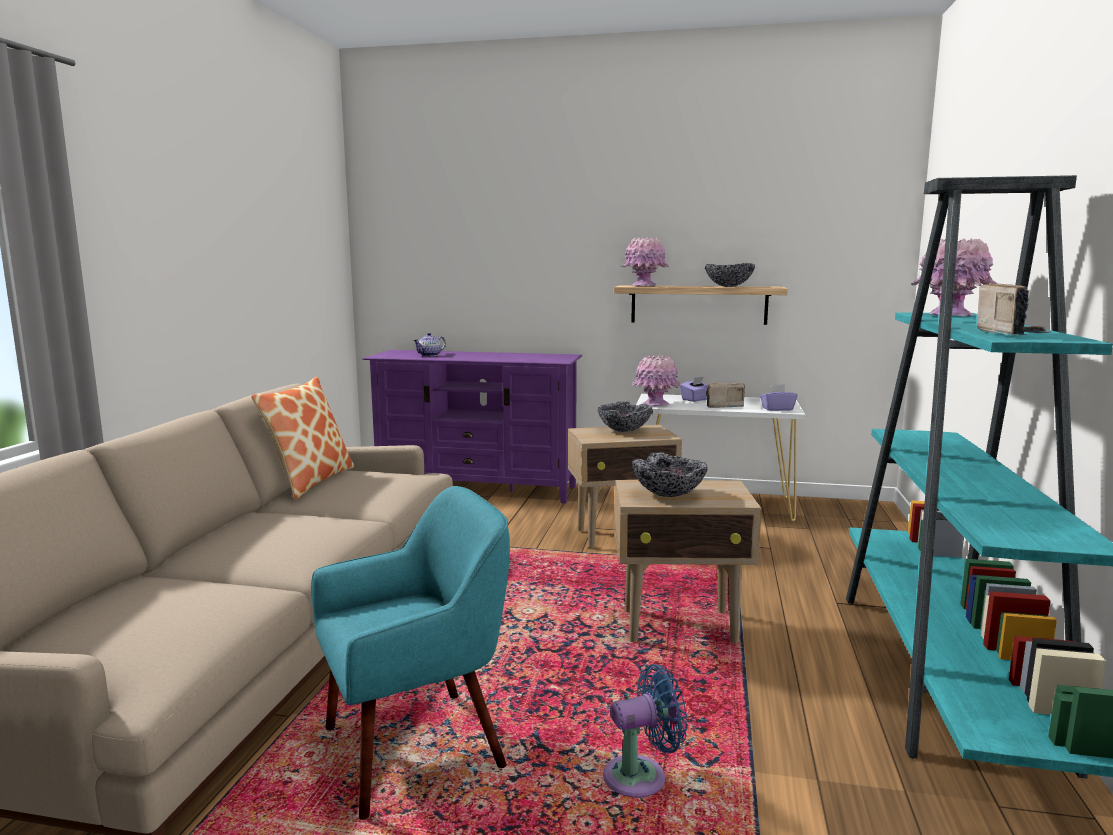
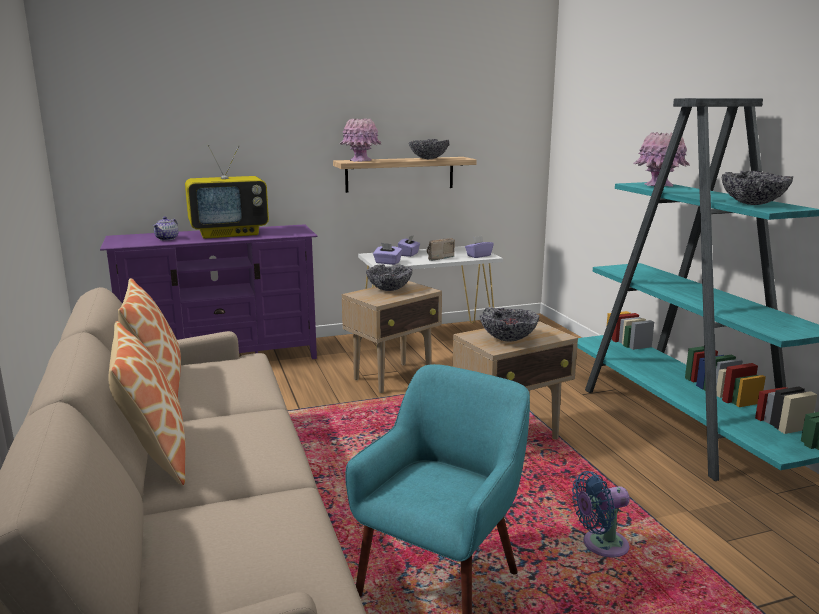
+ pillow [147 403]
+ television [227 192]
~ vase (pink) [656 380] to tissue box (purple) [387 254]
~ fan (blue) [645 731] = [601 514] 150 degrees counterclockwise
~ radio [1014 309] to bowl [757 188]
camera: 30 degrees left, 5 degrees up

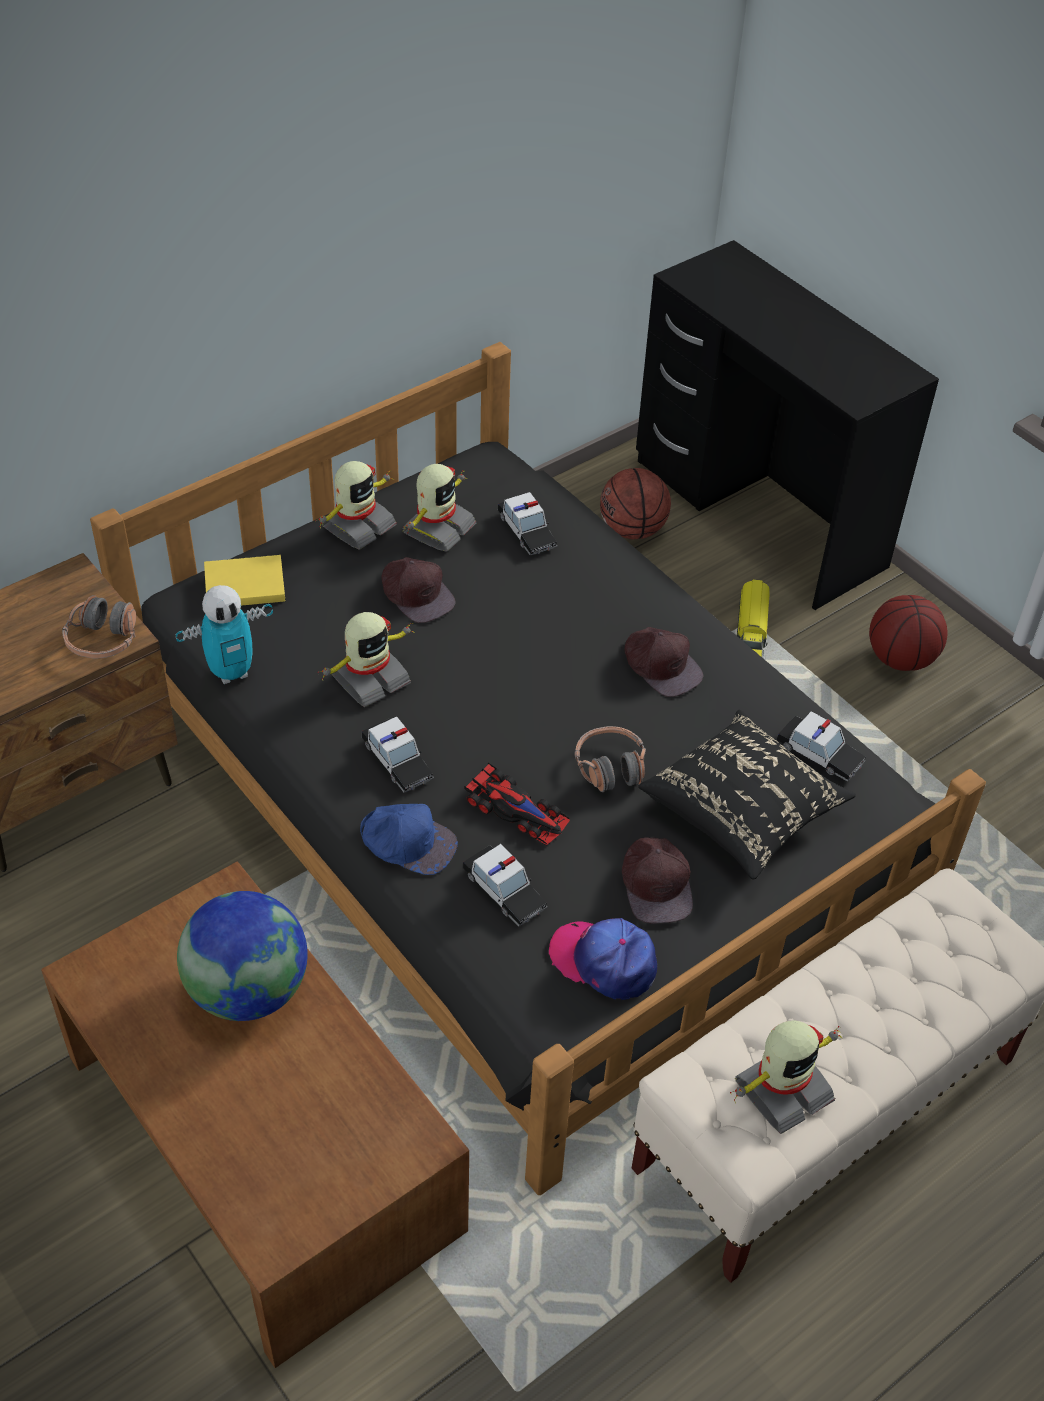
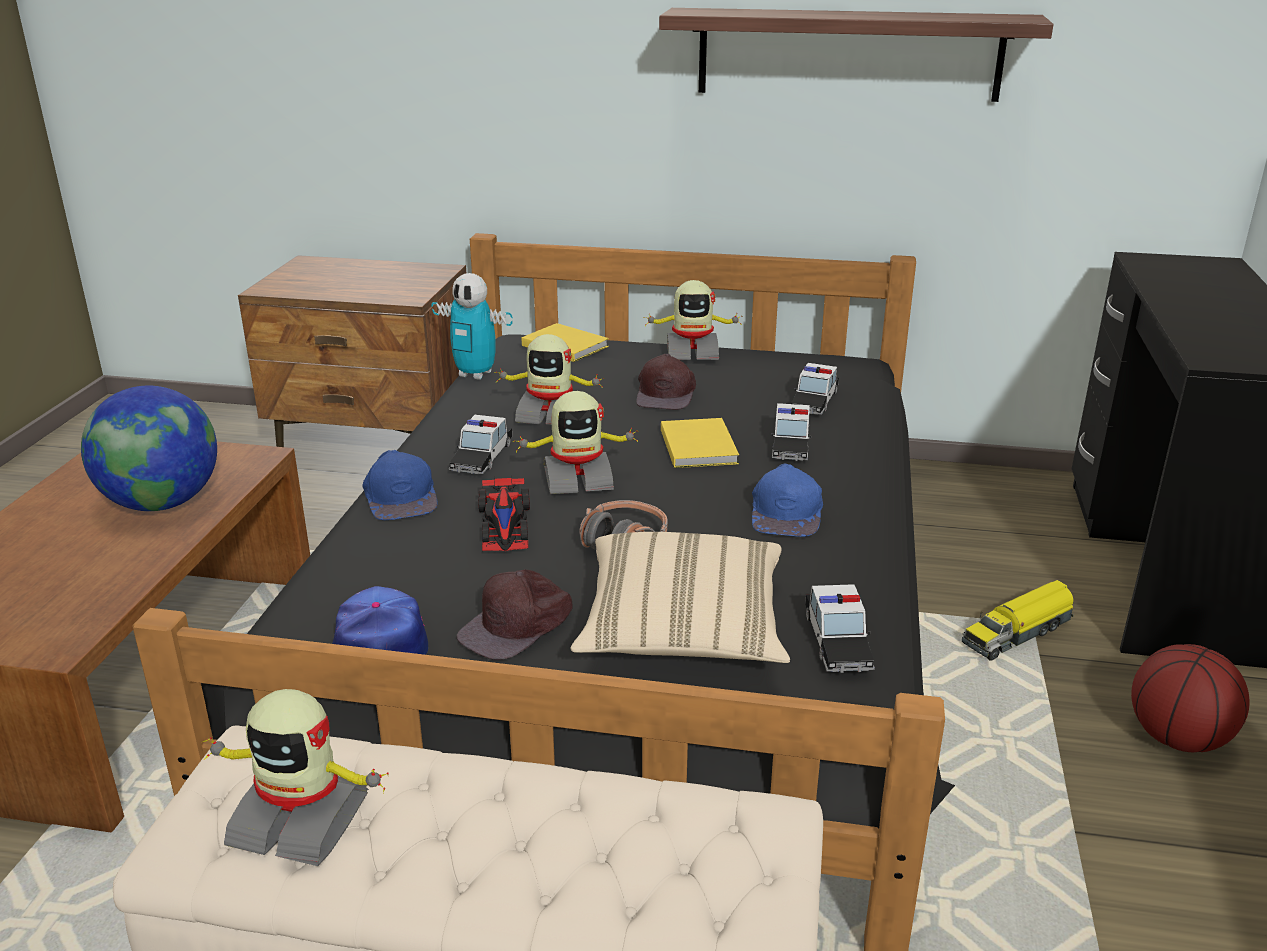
~ toy robot [439 508] to [576 442]
~ pillow (black) [747 795] to pillow (beige) [680 597]
+ shelf [856 55]
+ book (yellow) [700 443]
~ cap (brown) [664 662] to cap (blue) [787 500]
~ toy car [505 885] to [791 432]
- headphones [99 626]
- basketball [635 503]
camera: 50 degrees right, 20 degrees down

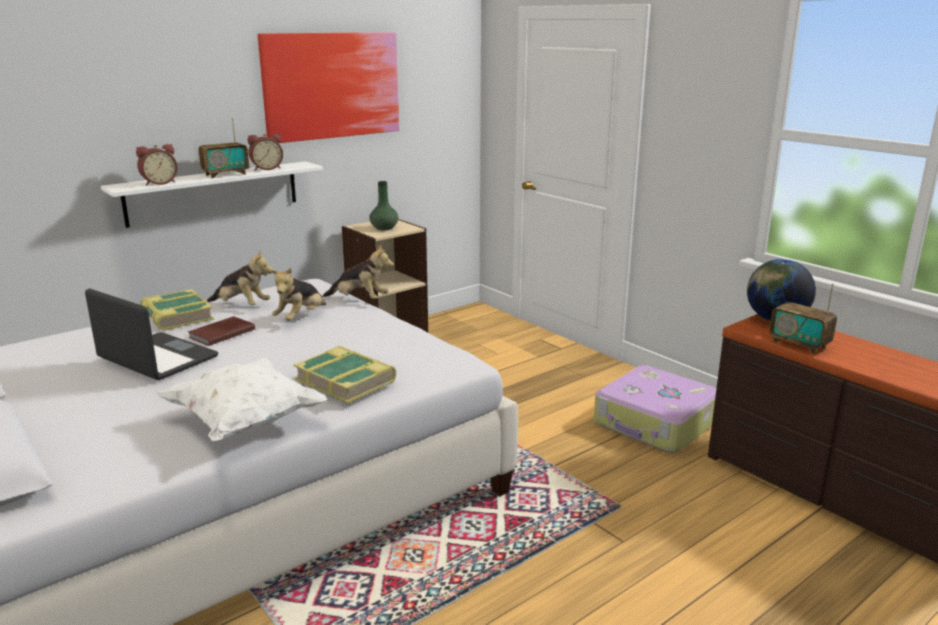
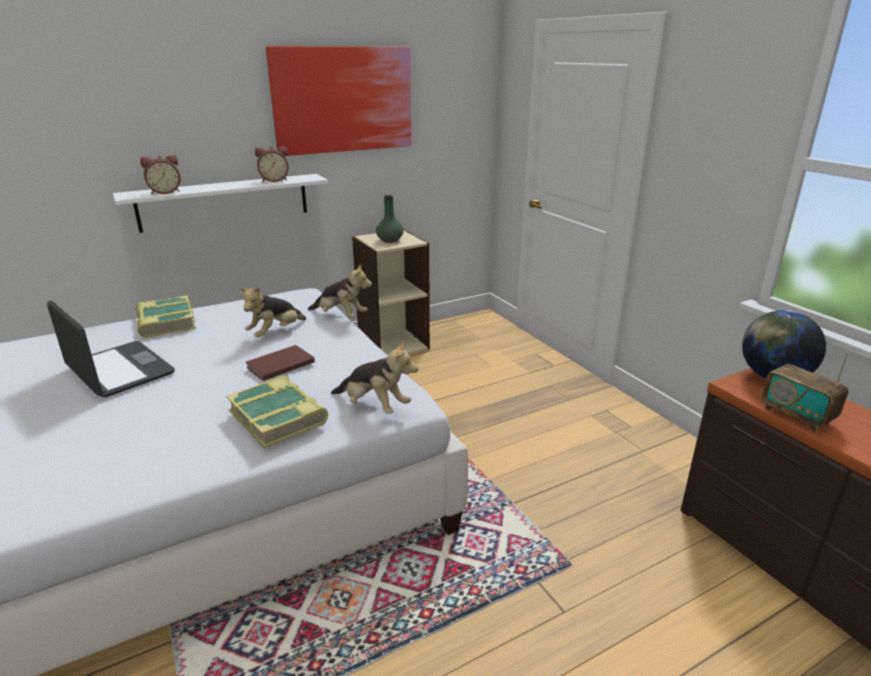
~ book (brown) [221 331] to [280 363]
~ plush toy [240 277] to [374 376]
- pillow (white) [241 399]
- radio [223 148]
- suitcase [655 409]
camera: 10 degrees right, 5 degrees up

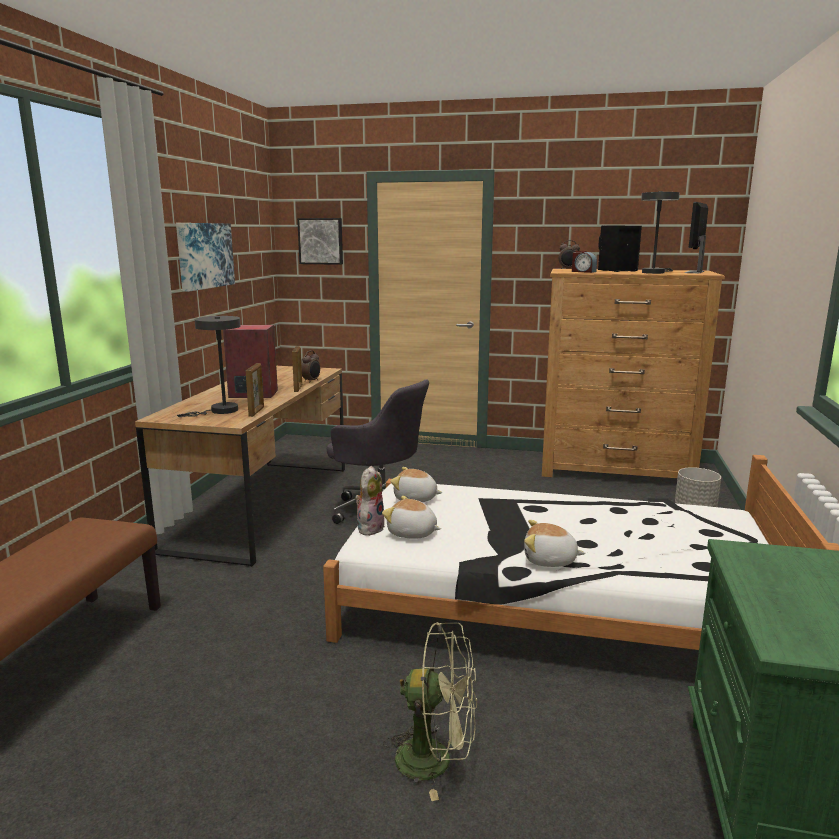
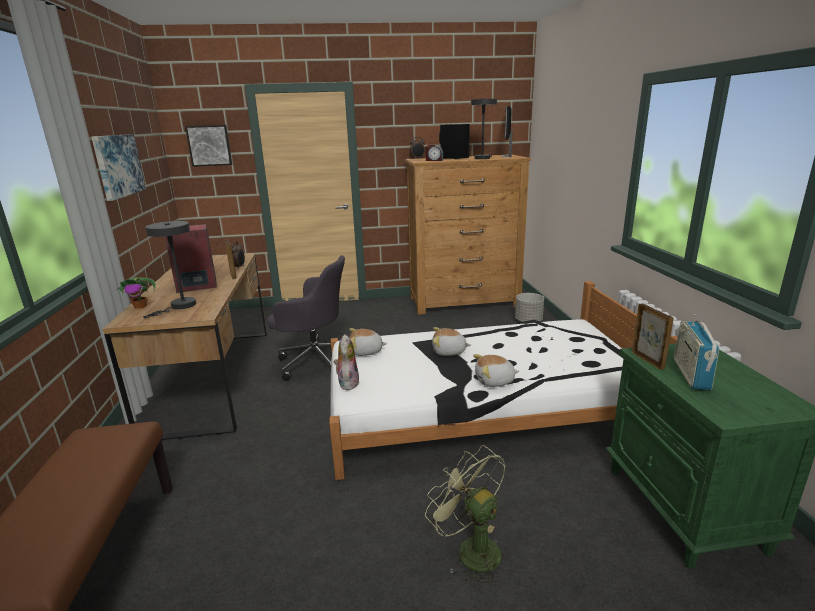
+ potted plant [136 293]
~ fan (green) [430 711] = [465 515] 120 degrees counterclockwise
~ plush toy [411 517] to [451 341]
~ picture frame [255 390] to [653 336]
+ radio [697 352]
camera: 20 degrees left, 5 degrees up

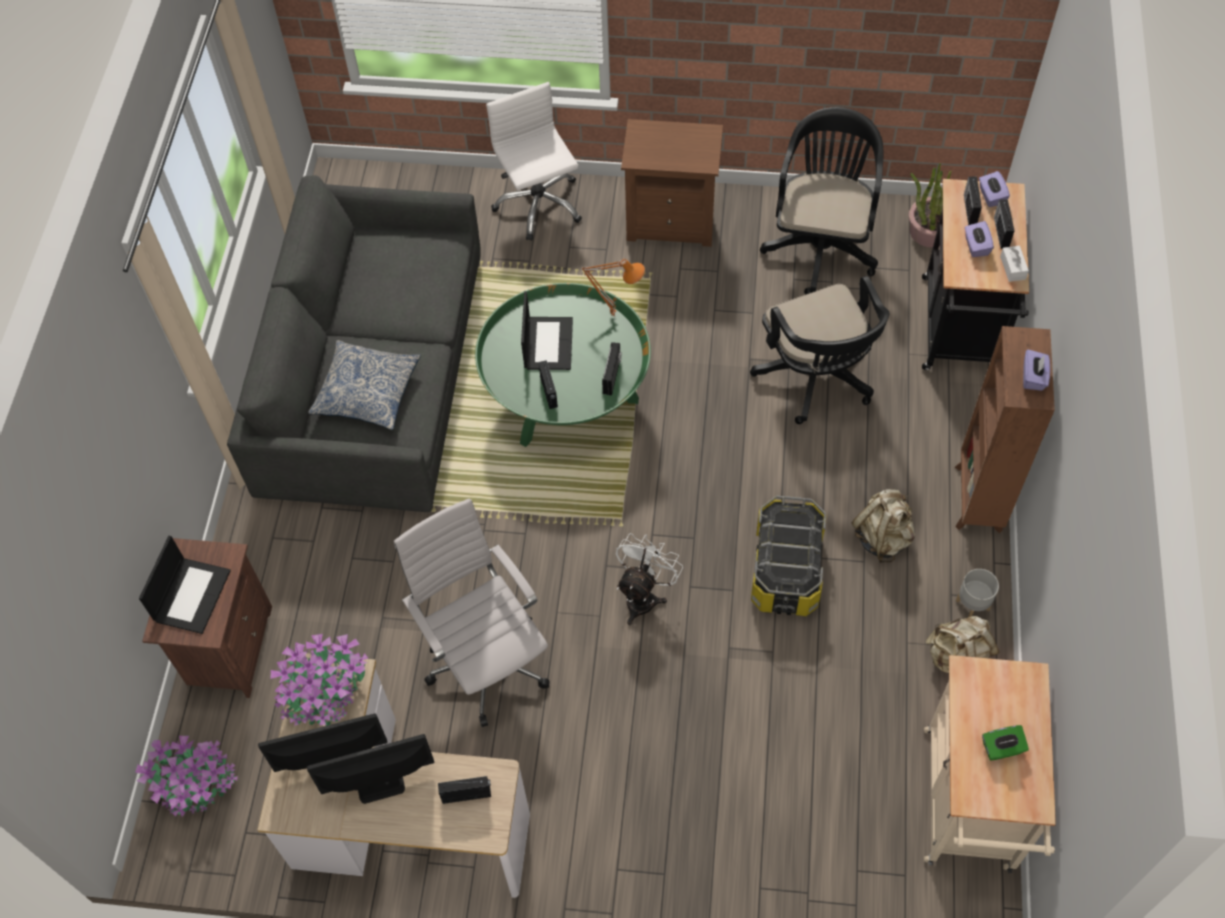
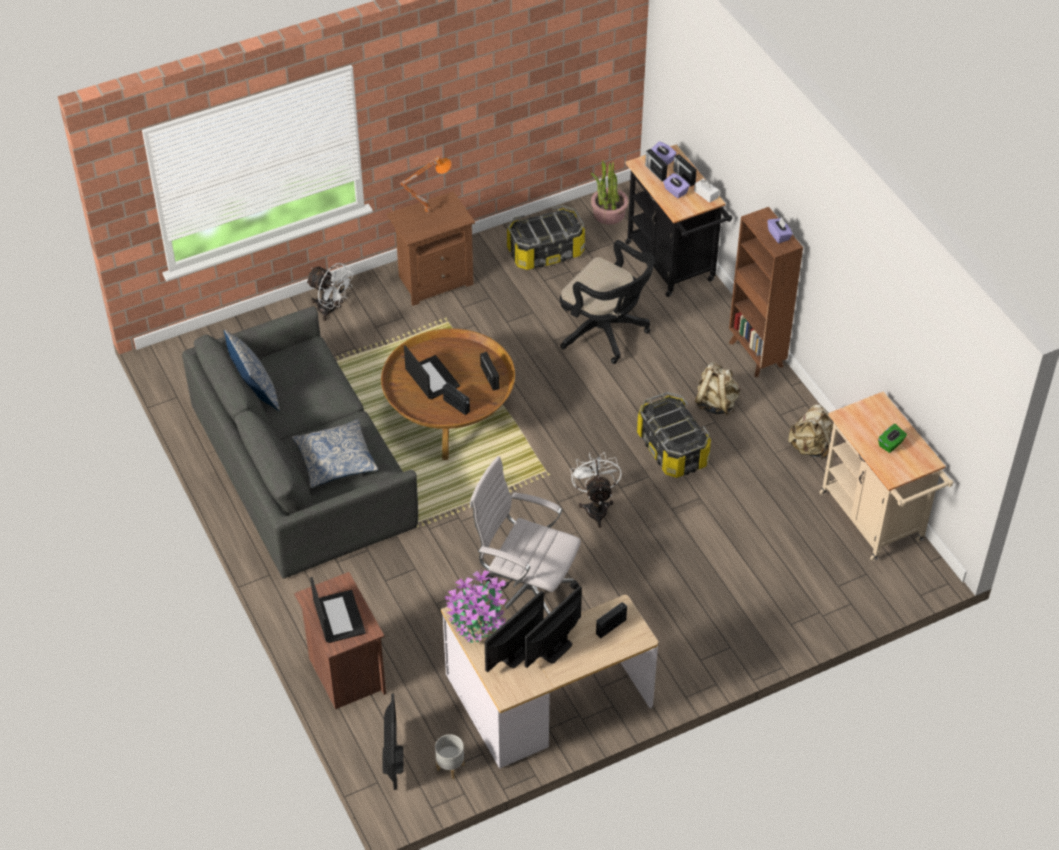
+ pillow [252 370]
~ office chair (white) [534 161] to fan (white) [330 292]
~ coffee table (green) [563 365] to coffee table (brown) [448 394]
~ potted plant [186 776] to monitor [393 741]
~ table lamp (orange) [613 288] to [426 185]
~ planter (grey) [977 593] to [449 756]
~ office chair (black) [821 200] to storage box [546 237]
camera: 35 degrees left, 10 degrees down

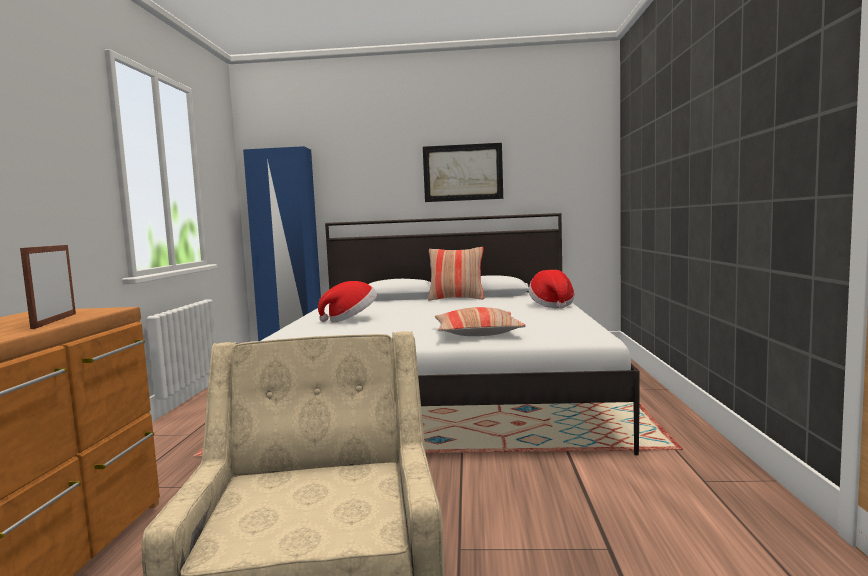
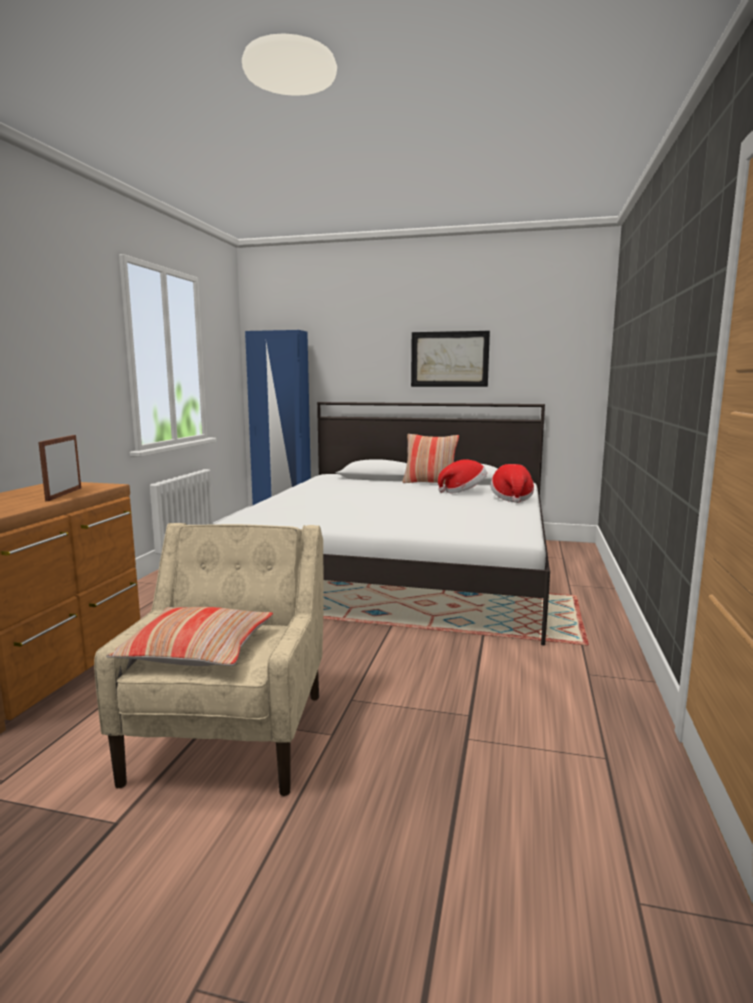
~ pillow [480 321] to [189 636]
~ hat [347 301] to [462 476]
camera: 10 degrees right, 5 degrees up

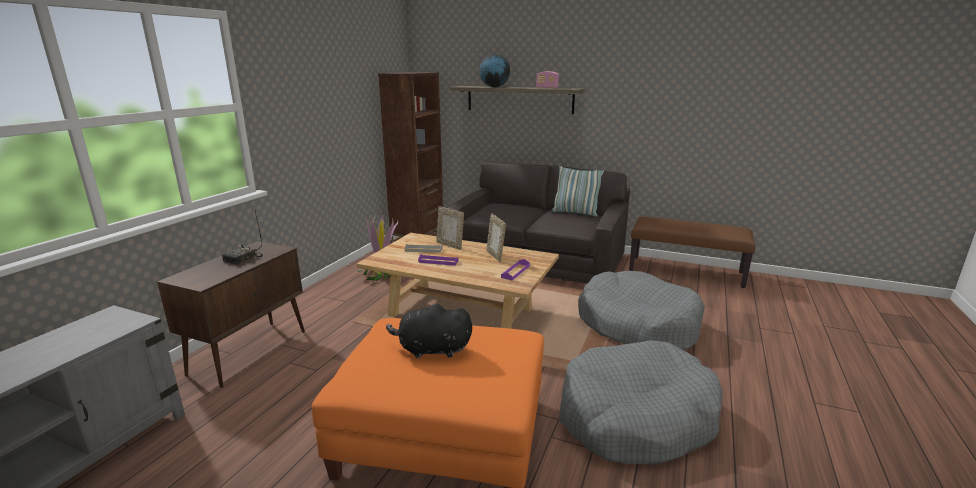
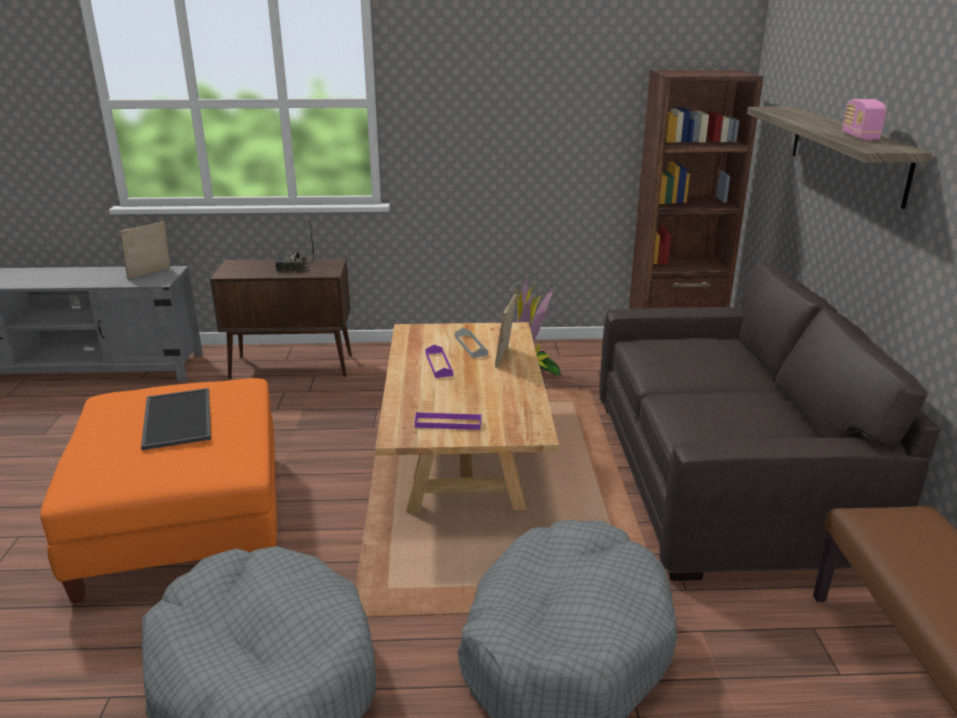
~ picture frame [496 237] to [145 250]
~ plush toy (black) [429 331] to tray [176 419]
- globe [494 71]
- pillow [577 191]
camera: 65 degrees right, 5 degrees up

